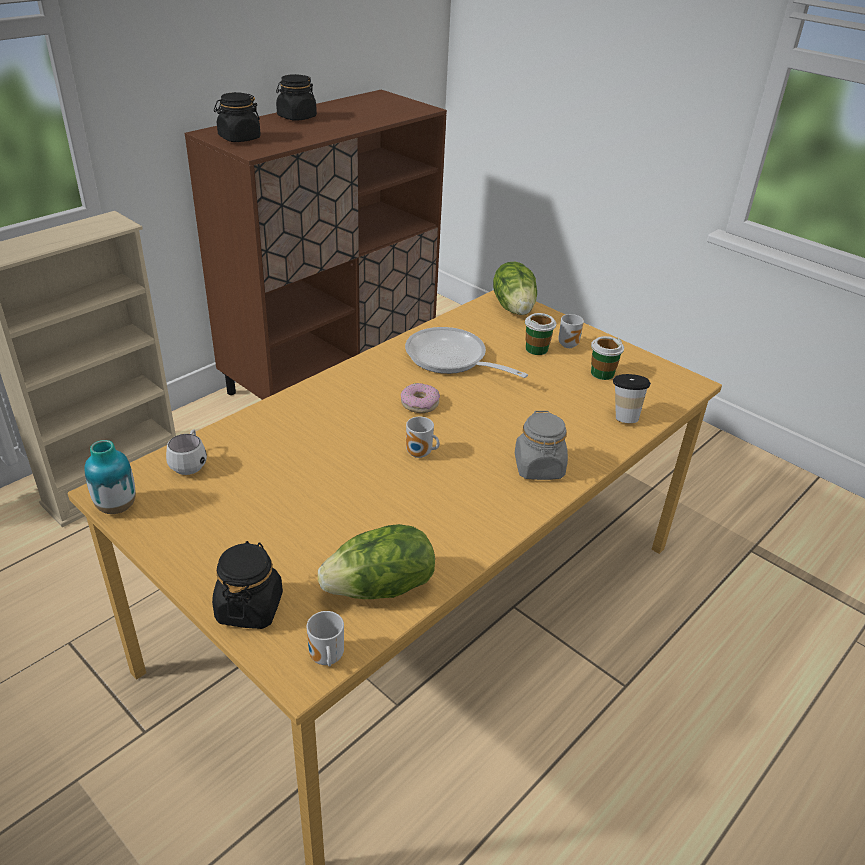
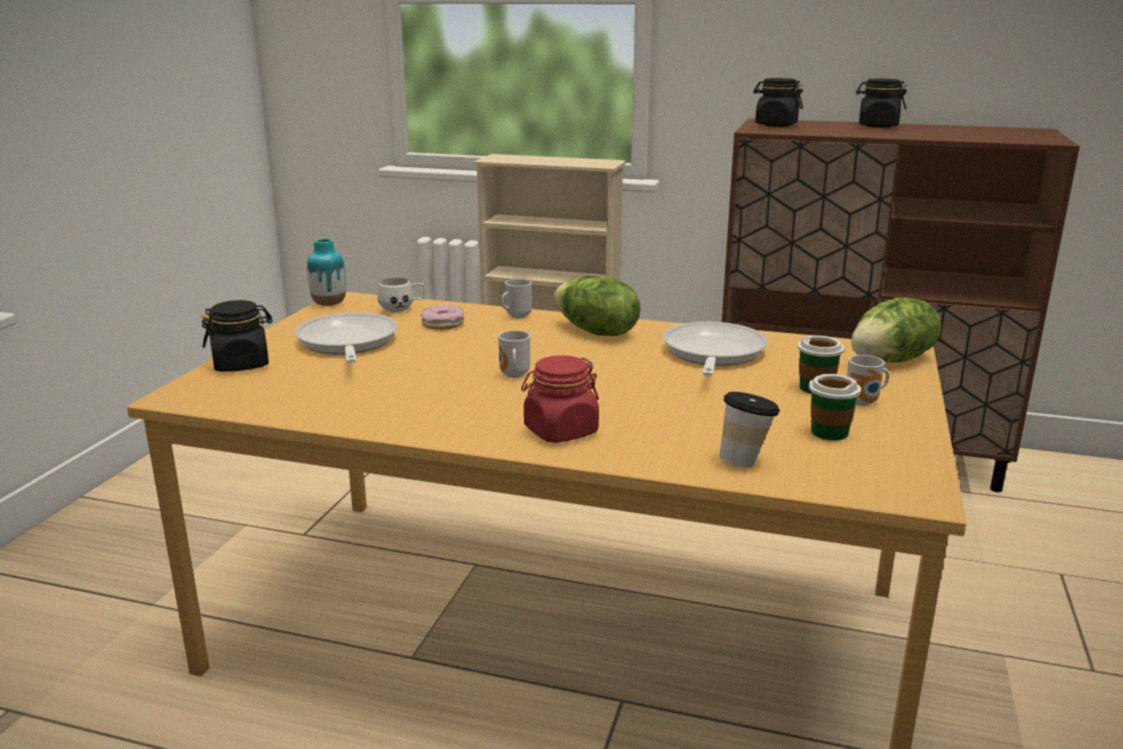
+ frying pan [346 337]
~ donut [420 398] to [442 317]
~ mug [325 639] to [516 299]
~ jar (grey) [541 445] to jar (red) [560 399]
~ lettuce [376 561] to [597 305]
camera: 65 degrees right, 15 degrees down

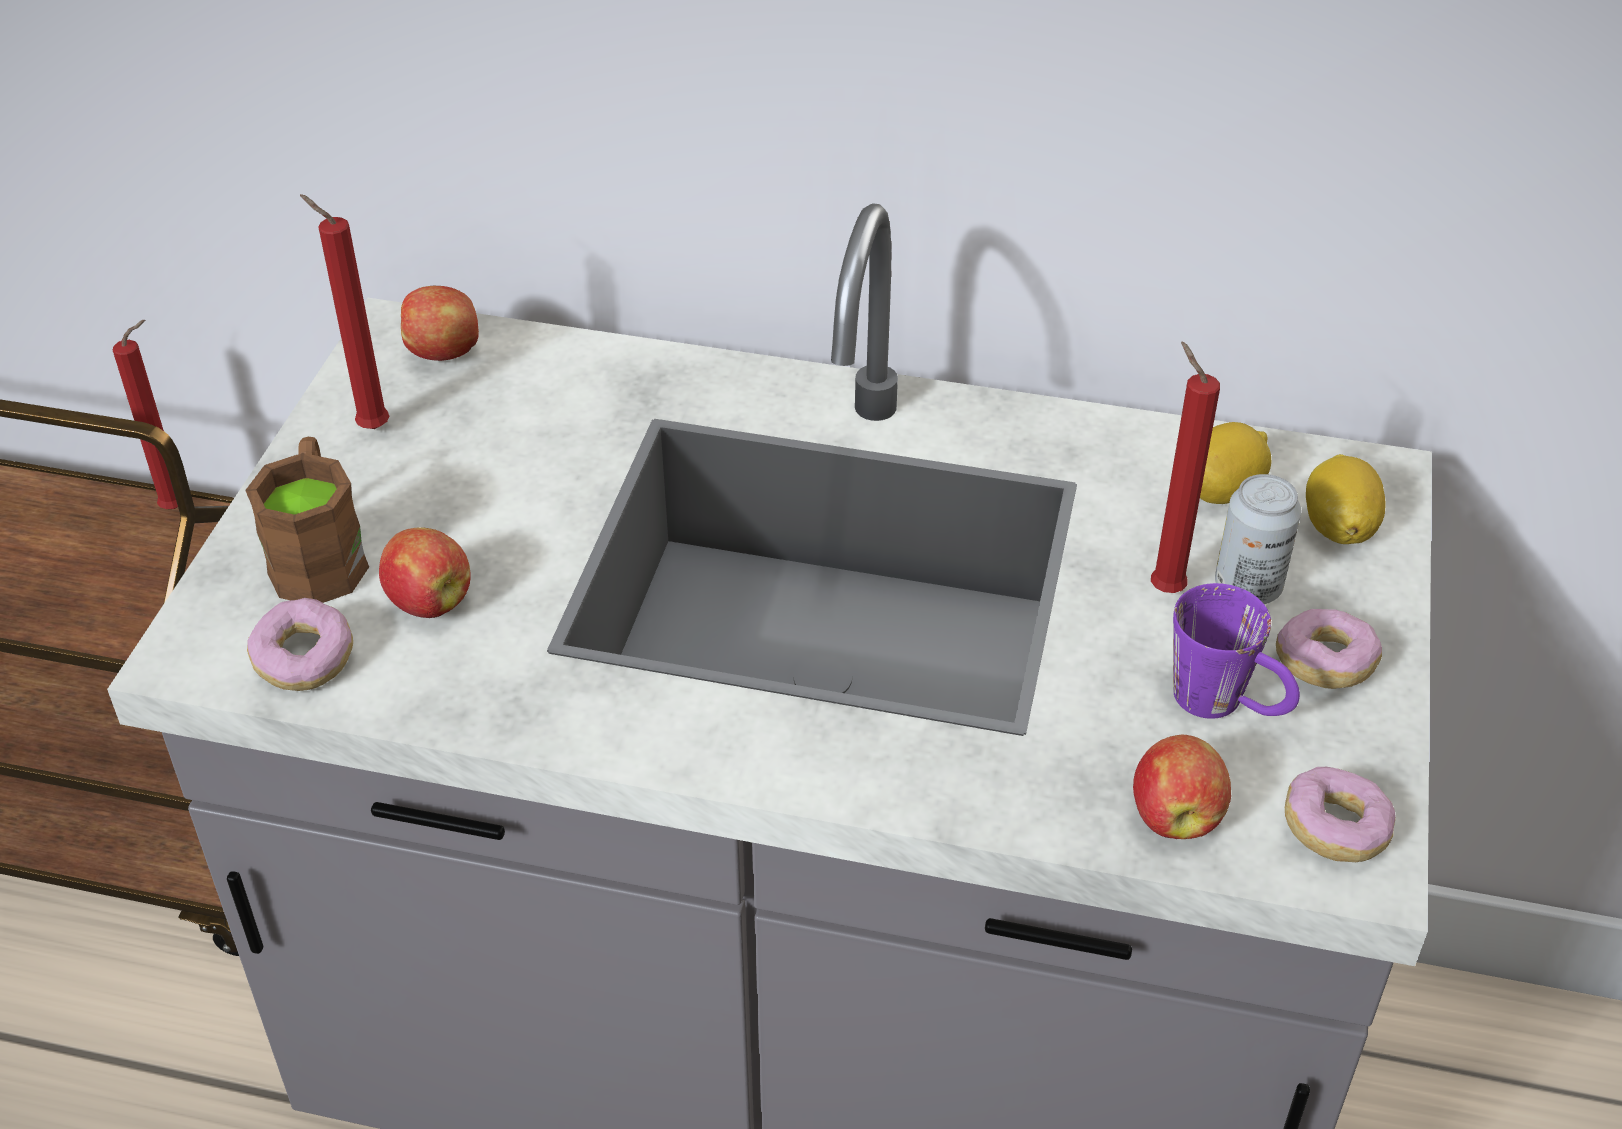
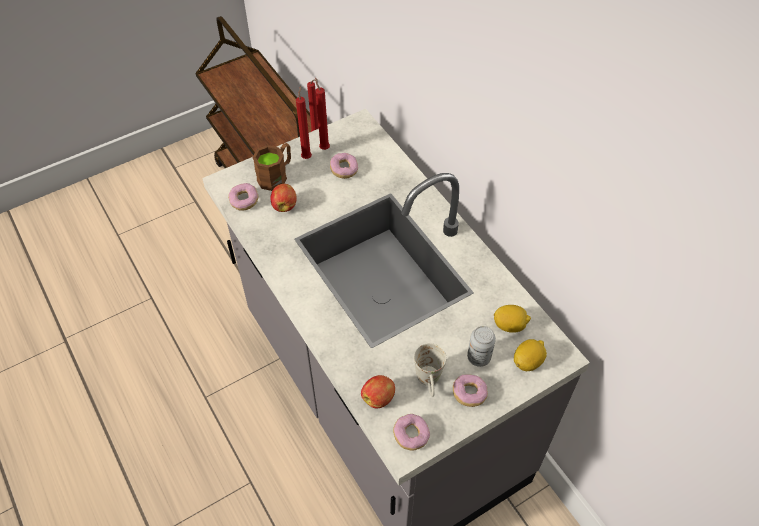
~ candle (red) [1185 467] to [304 122]
+ donut [344 166]
~ mug (purple) [1236 651] to mug (white) [430 370]
- apple [440 323]
camera: 45 degrees right, 10 degrees up

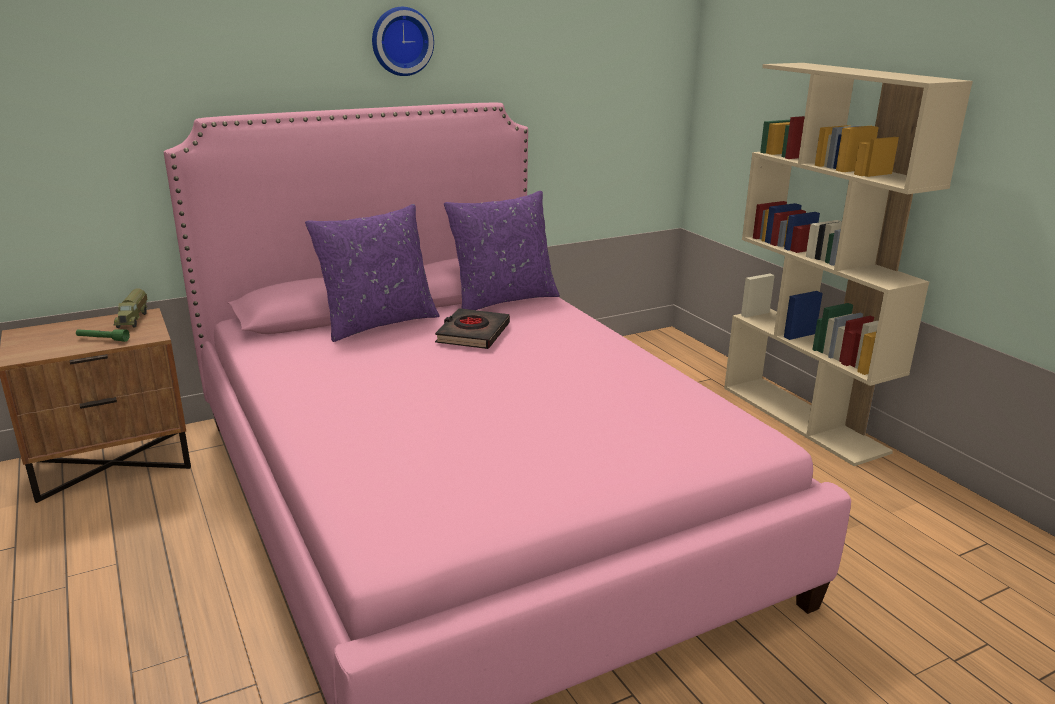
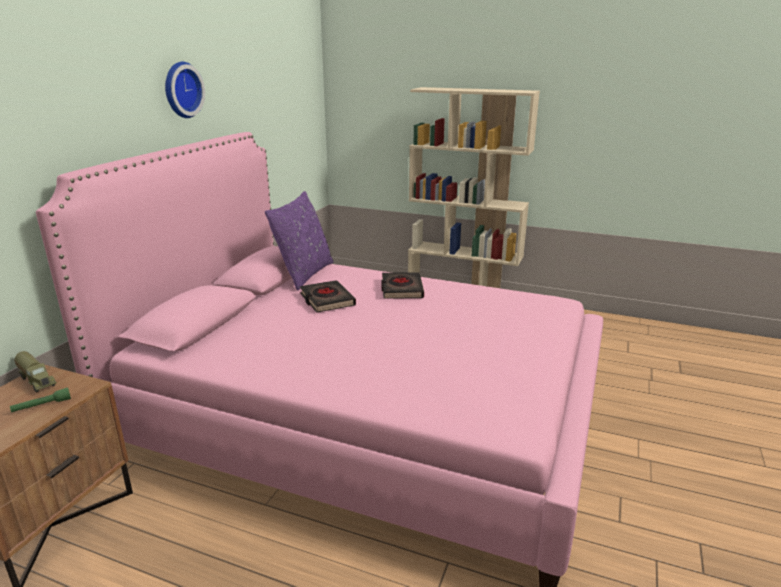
+ book (black) [403 285]
- pillow (purple) [372 273]
camera: 40 degrees left, 0 degrees up

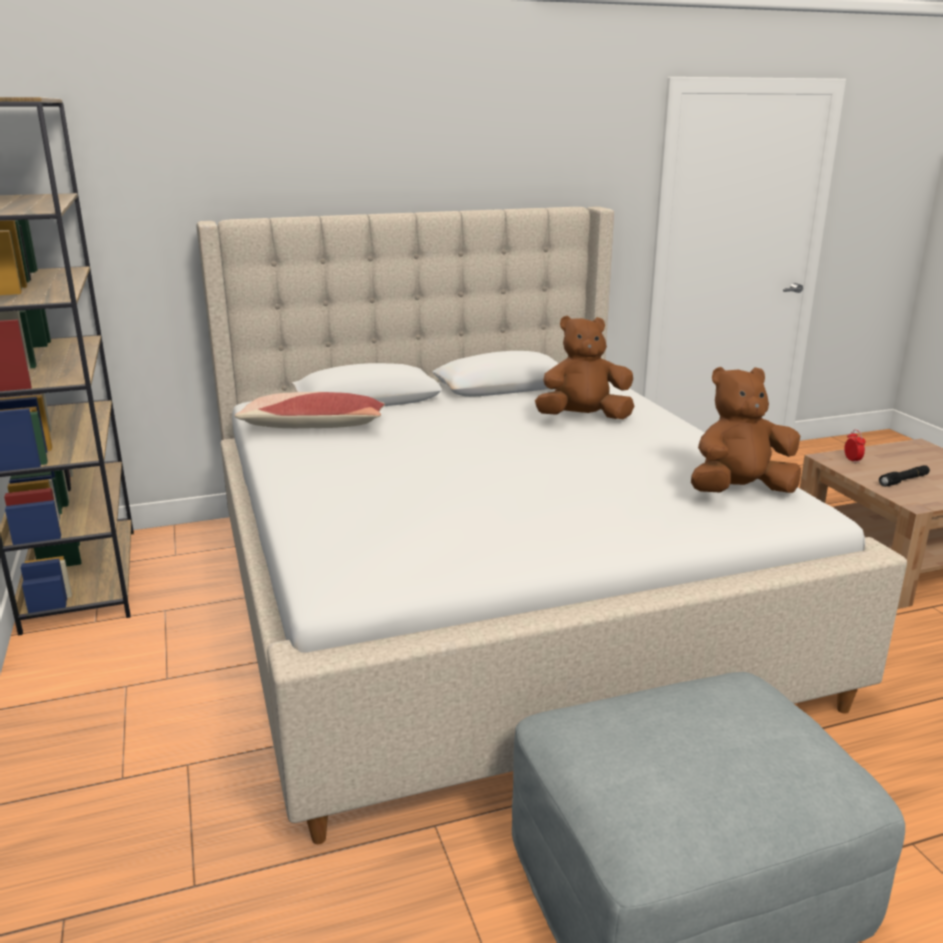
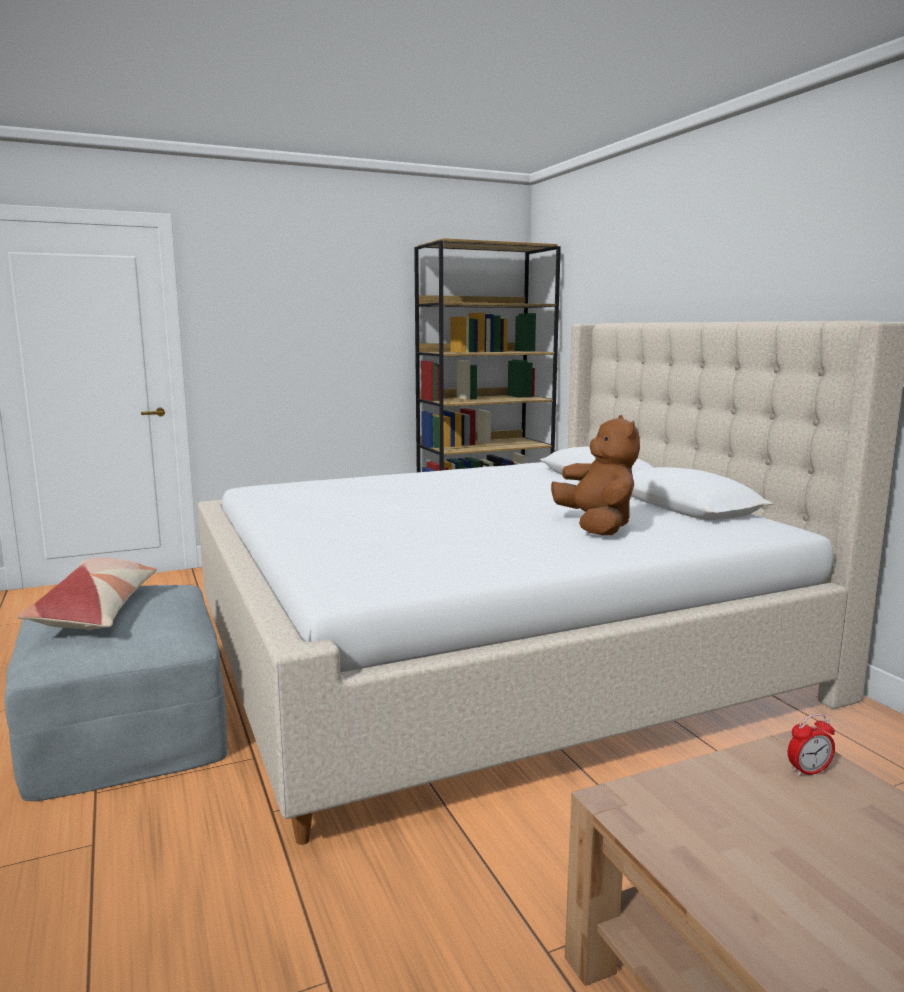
~ pillow [309 410] to [86 594]
- plush toy (brown) [746 430]
- flashlight (black) [904 476]
camera: 85 degrees right, 10 degrees down

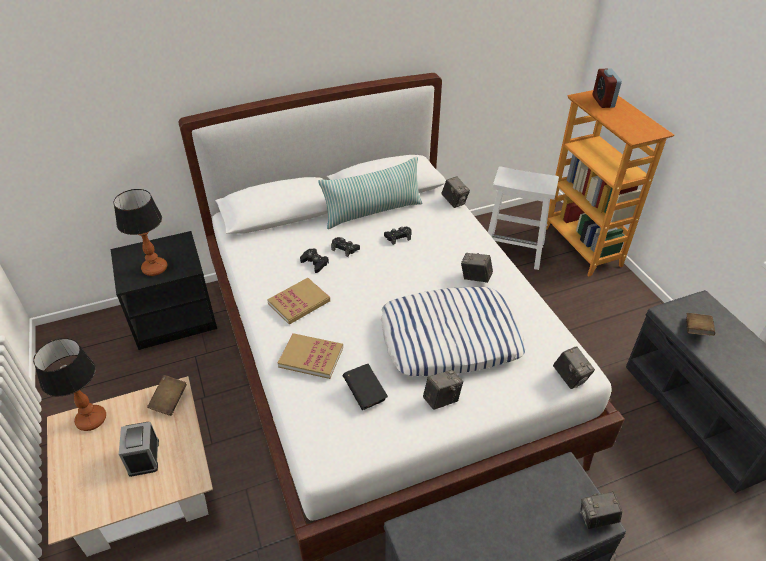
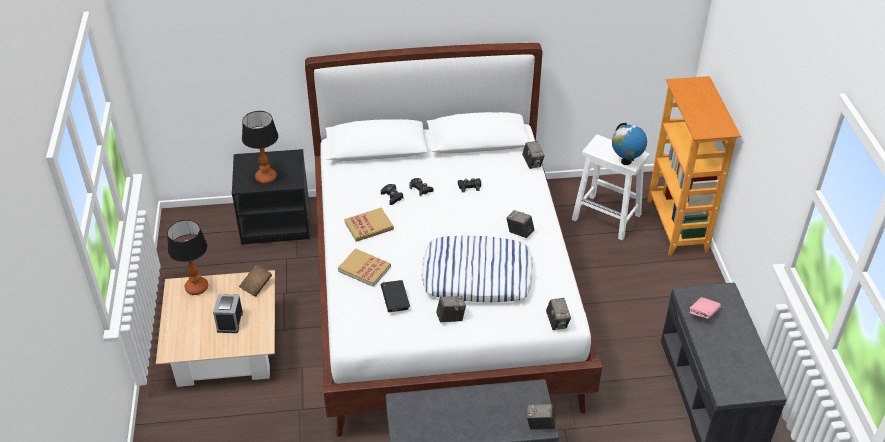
+ globe [629 144]
~ book (brown) [700 324] to book (pink) [705 308]
- pillow [370 193]
- alarm clock [607 88]
camera: 15 degrees right, 0 degrees up

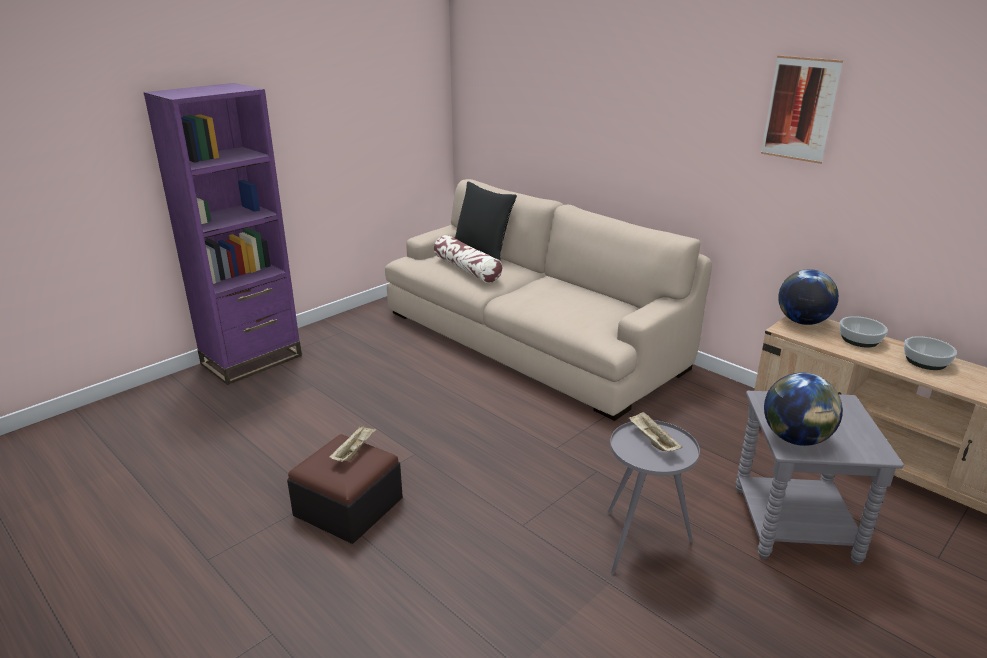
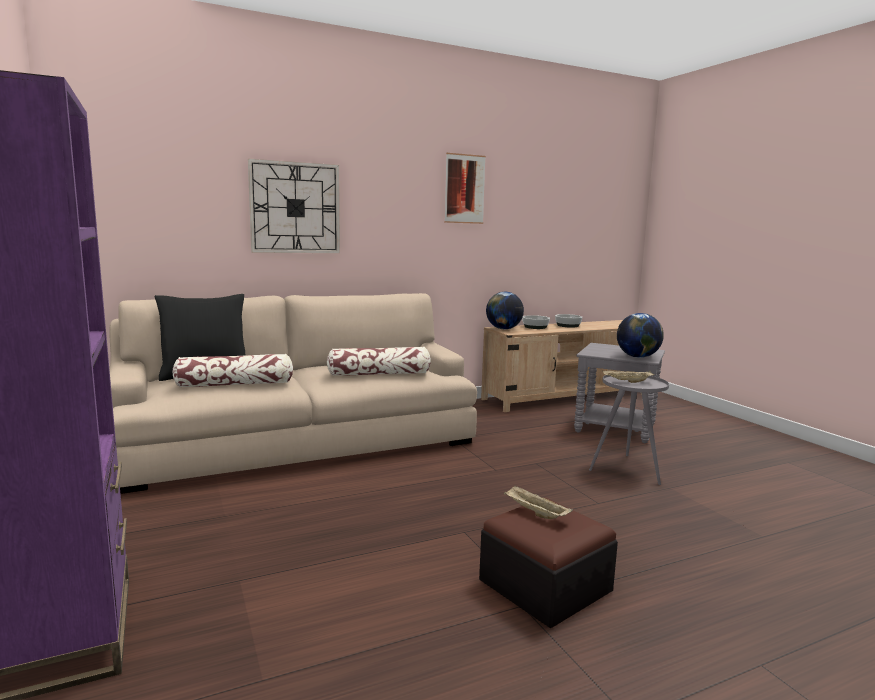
+ wall clock [294 206]
+ pillow [379 361]
camera: 70 degrees left, 15 degrees down

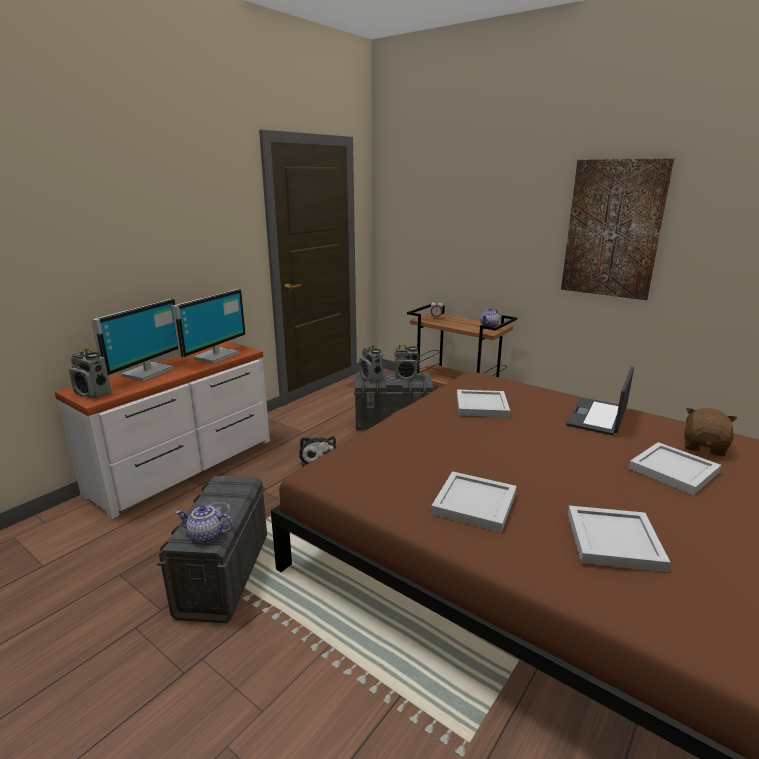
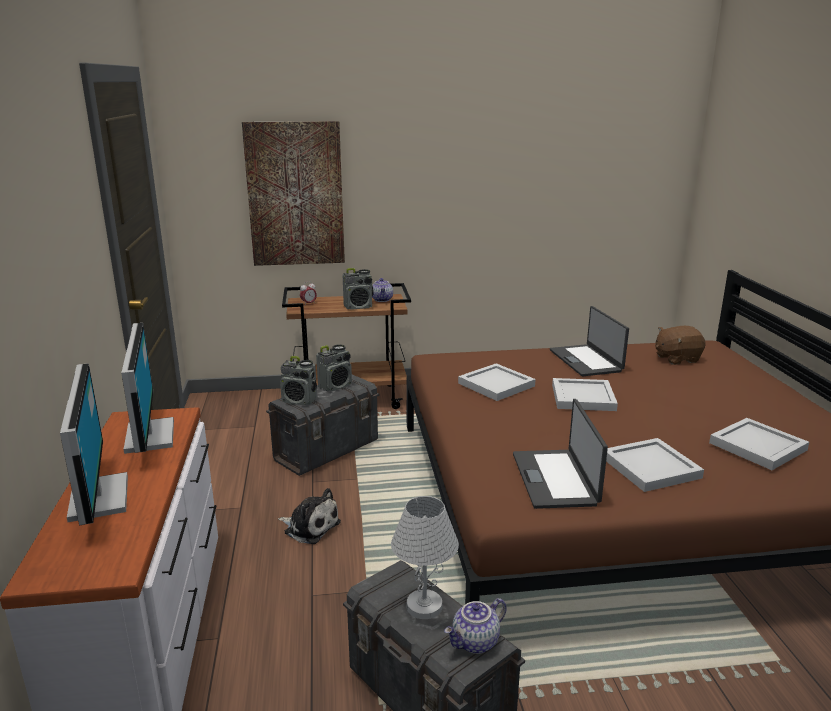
~ picture [617 229] to [293 193]
~ radio [90 372] to [358 289]
+ table lamp (white) [425 557]
+ laptop [560 454]
~ tray (white) [675 468] to [585 394]
~ plush toy (brown) [710 432] = [680 345] 90 degrees counterclockwise
camera: 45 degrees left, 0 degrees up

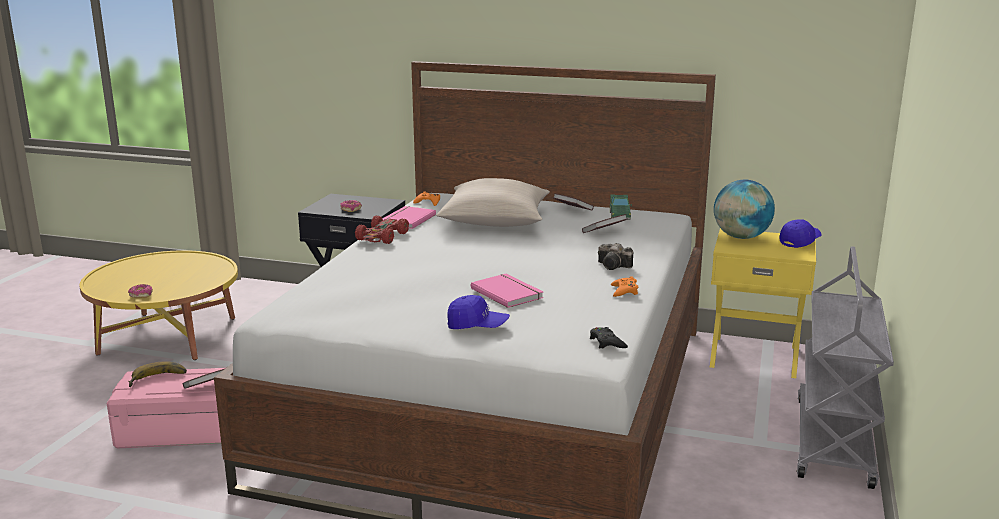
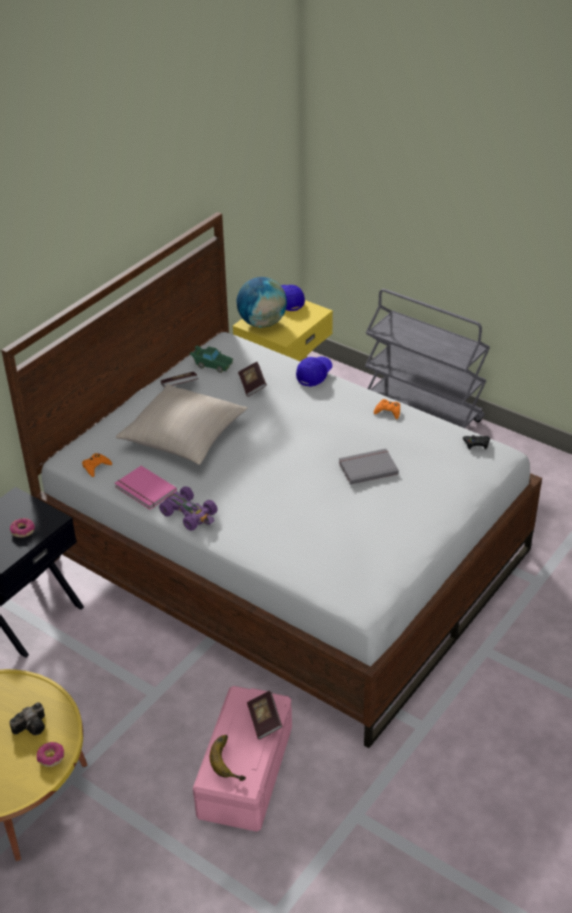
~ photo camera [615 256] to [27 718]
~ toy car (red) [382 229] to toy car (purple) [188 508]
~ cap (blue) [479 312] to [314 371]
~ book (pink) [507 291] to book (grey) [369 467]
camera: 70 degrees left, 20 degrees up

